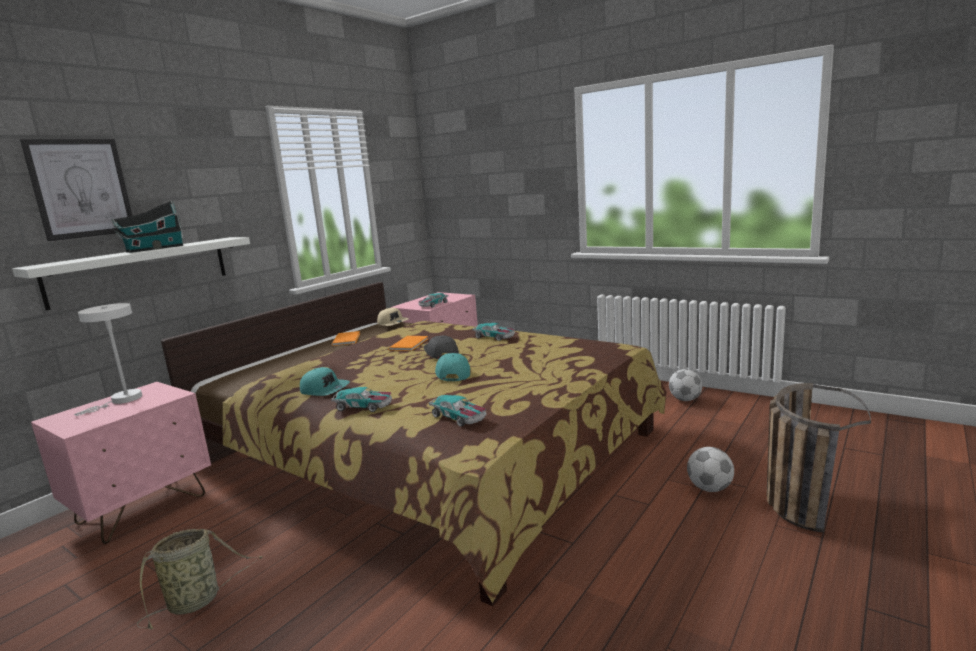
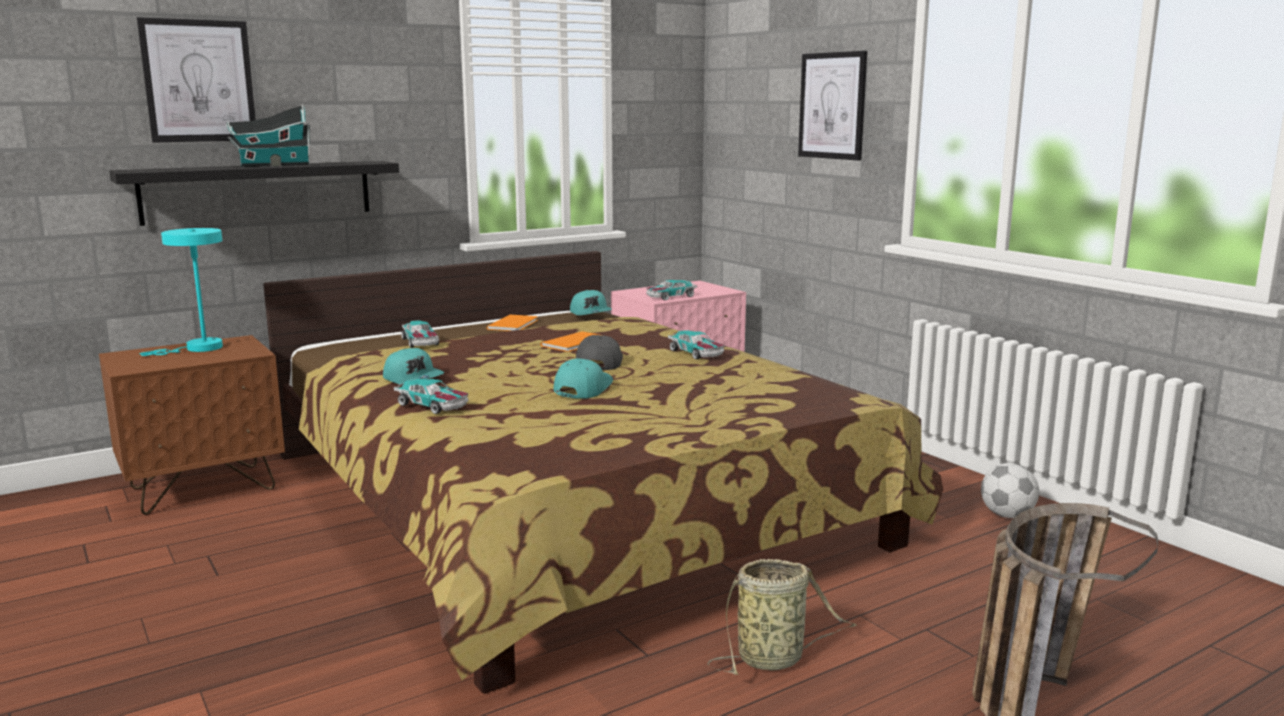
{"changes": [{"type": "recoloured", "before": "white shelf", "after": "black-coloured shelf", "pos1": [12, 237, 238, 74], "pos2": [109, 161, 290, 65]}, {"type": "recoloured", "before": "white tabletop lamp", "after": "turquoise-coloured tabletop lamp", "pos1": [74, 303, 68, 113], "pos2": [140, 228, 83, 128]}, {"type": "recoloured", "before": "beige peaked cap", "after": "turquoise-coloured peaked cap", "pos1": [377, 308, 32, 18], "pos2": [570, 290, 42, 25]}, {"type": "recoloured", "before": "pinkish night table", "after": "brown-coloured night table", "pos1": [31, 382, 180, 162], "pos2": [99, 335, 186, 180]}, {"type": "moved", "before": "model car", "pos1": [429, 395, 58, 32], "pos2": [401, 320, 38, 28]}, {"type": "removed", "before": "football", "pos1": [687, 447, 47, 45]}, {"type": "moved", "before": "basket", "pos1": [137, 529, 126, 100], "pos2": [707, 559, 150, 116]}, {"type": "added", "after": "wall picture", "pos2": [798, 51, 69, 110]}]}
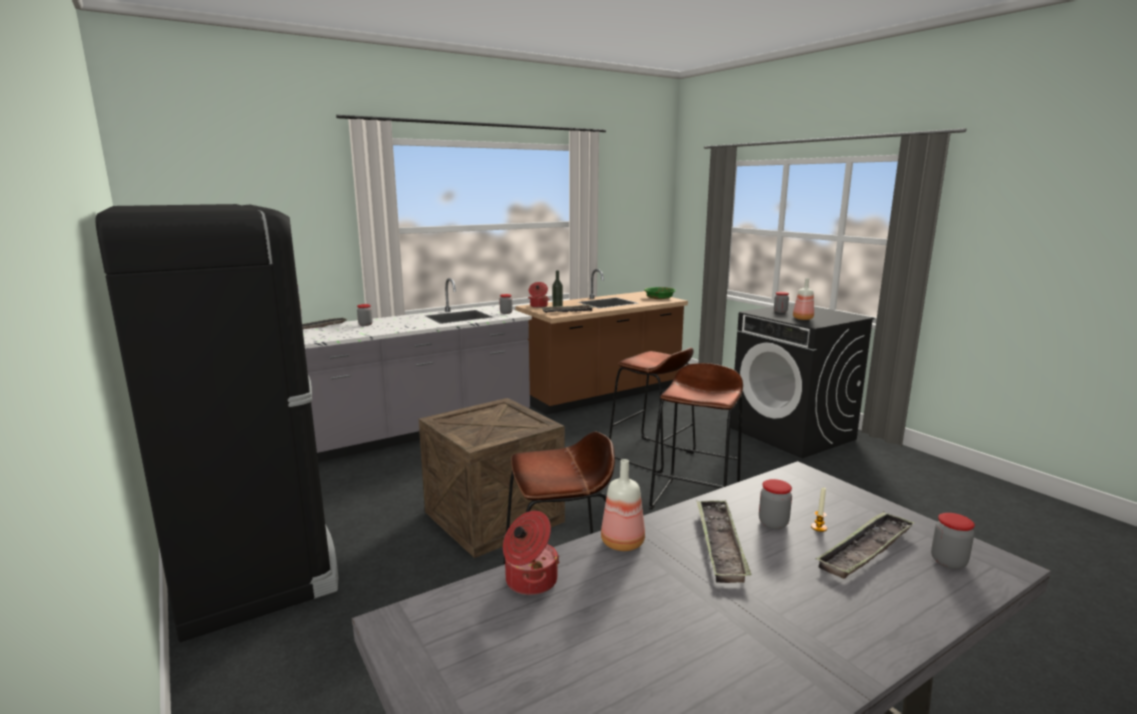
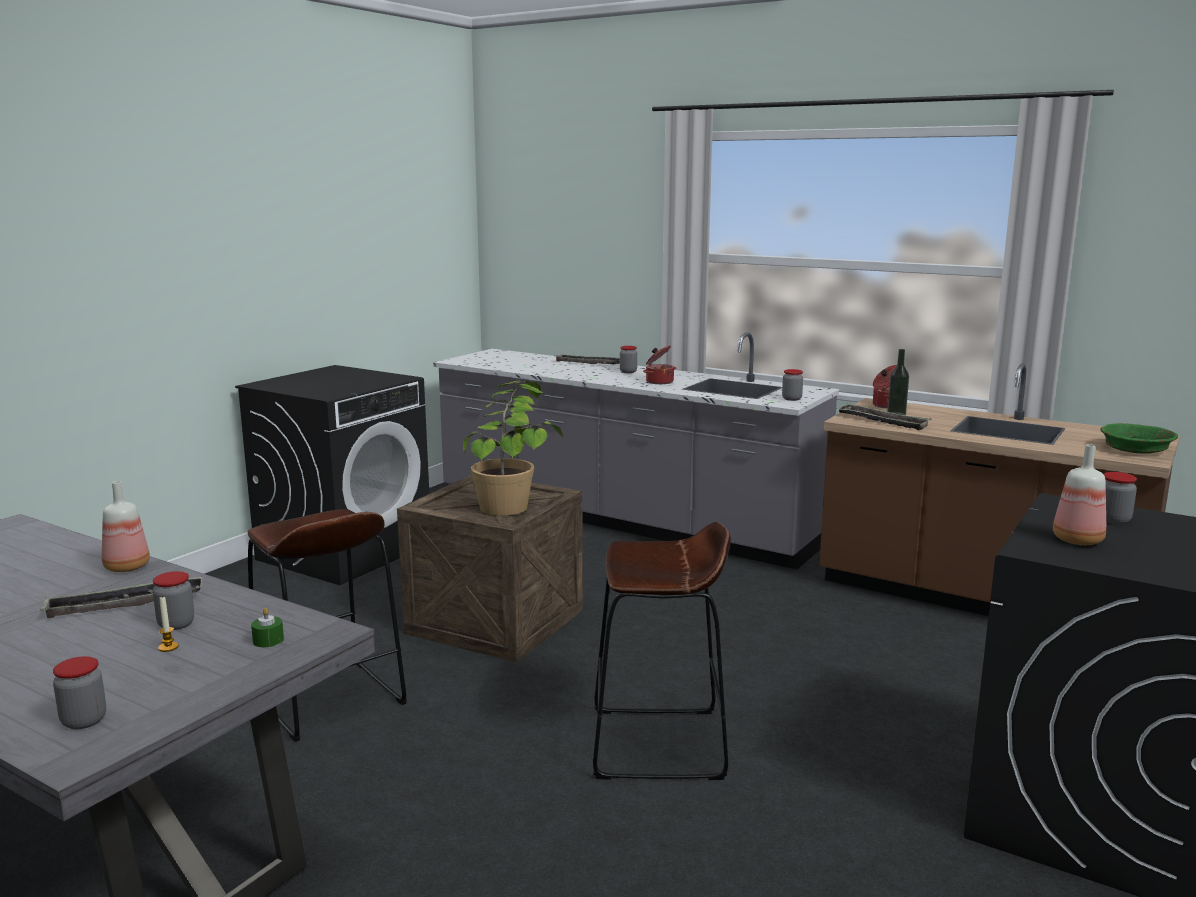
{"changes": [{"type": "replaced", "before": "black-coloured kitchen fridge", "after": "black-coloured laundry appliance", "pos1": [95, 204, 243, 438], "pos2": [235, 365, 194, 220]}, {"type": "removed", "before": "brown-coloured stool seat", "pos1": [609, 348, 87, 126]}, {"type": "moved", "before": "saucepot", "pos1": [503, 511, 56, 84], "pos2": [643, 345, 33, 39]}, {"type": "removed", "before": "tray", "pos1": [816, 511, 99, 68]}, {"type": "added", "after": "houseplant", "pos2": [463, 381, 100, 135]}, {"type": "added", "after": "green wax light", "pos2": [251, 608, 33, 39]}]}
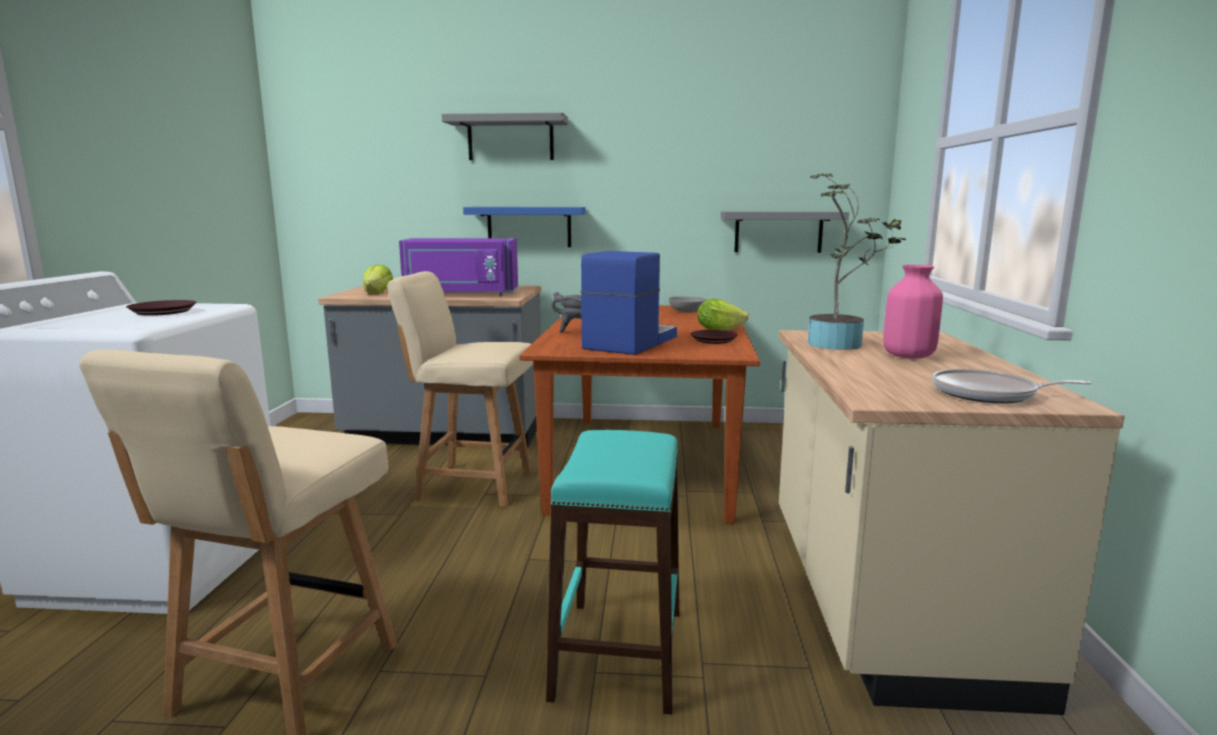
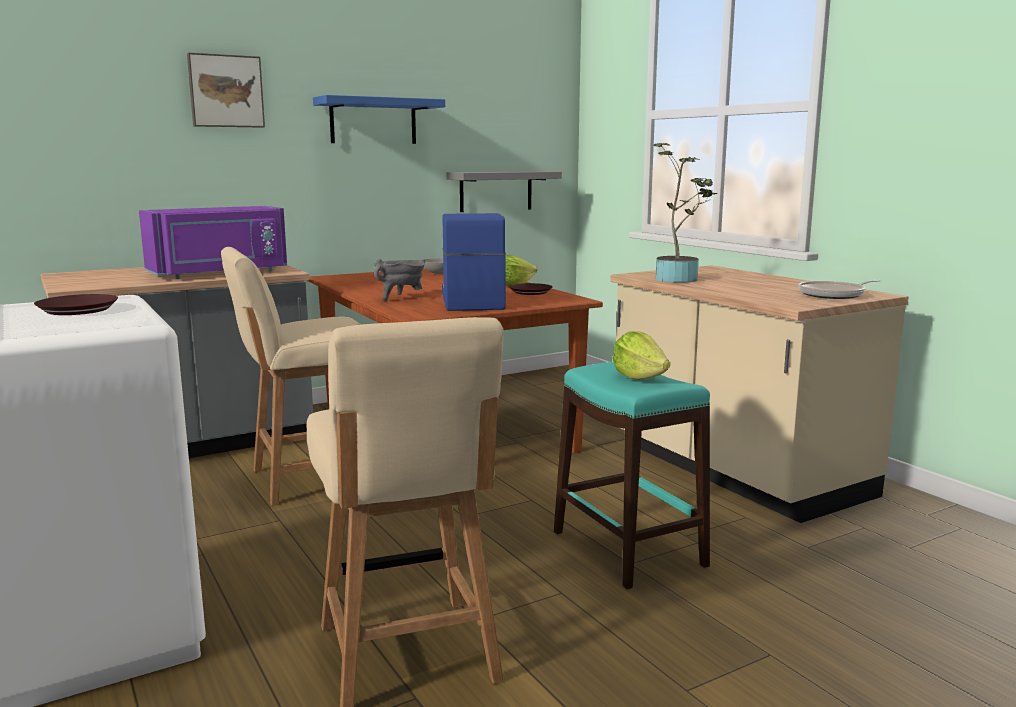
{"changes": [{"type": "replaced", "before": "gray shelf", "after": "wall picture", "pos1": [442, 113, 126, 47], "pos2": [187, 53, 78, 75]}, {"type": "moved", "before": "blue shelf", "pos1": [463, 207, 123, 40], "pos2": [313, 95, 132, 49]}, {"type": "moved", "before": "lettuce", "pos1": [363, 264, 30, 30], "pos2": [613, 332, 57, 48]}, {"type": "removed", "before": "pinkish vase", "pos1": [883, 265, 60, 94]}]}
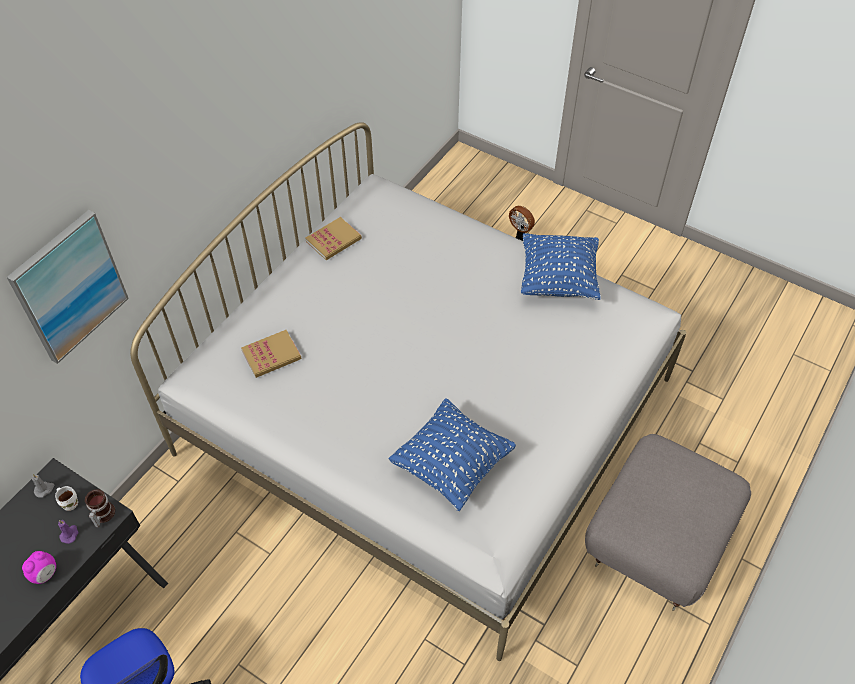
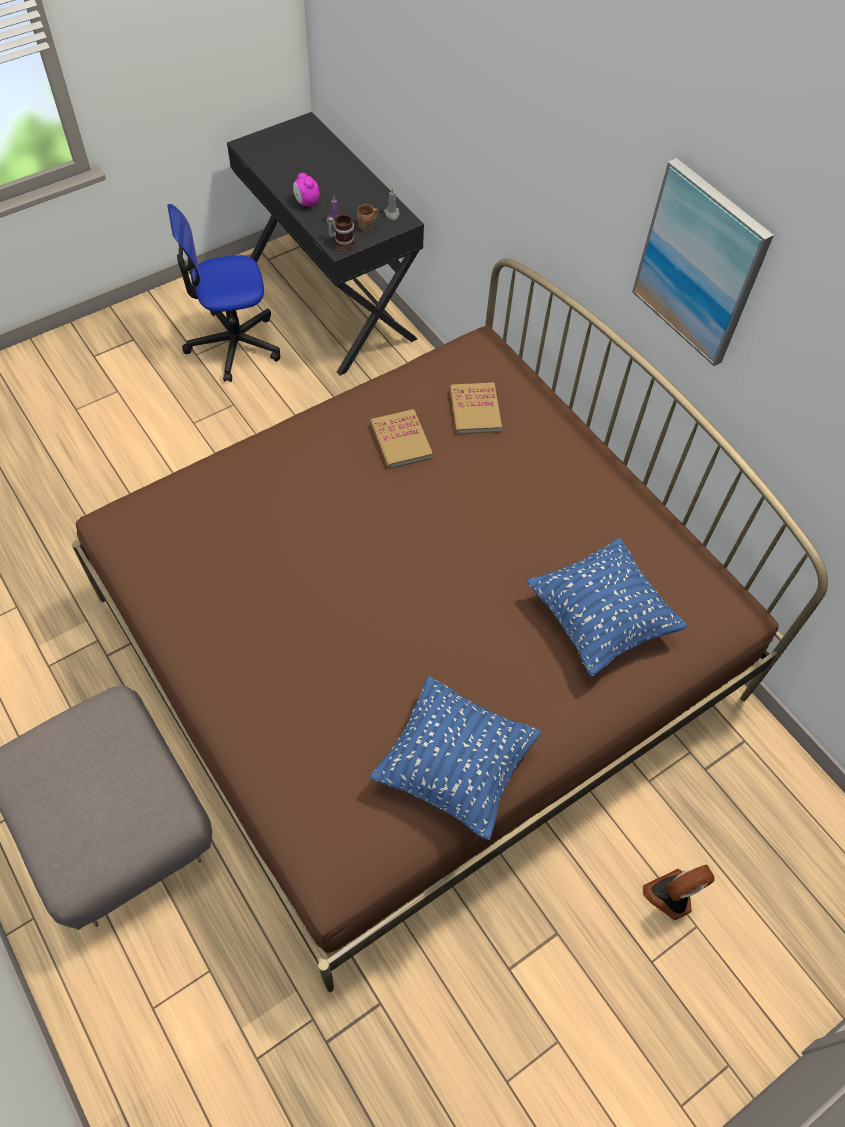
{"changes": [{"type": "recoloured", "before": "white bedroom bed", "after": "brown-coloured bedroom bed", "pos1": [130, 122, 556, 539], "pos2": [72, 259, 756, 733]}, {"type": "moved", "before": "wall picture", "pos1": [7, 210, 122, 154], "pos2": [632, 158, 142, 208]}, {"type": "moved", "before": "bound book", "pos1": [305, 217, 57, 43], "pos2": [371, 409, 62, 60]}, {"type": "moved", "before": "blue cushion", "pos1": [388, 398, 128, 113], "pos2": [527, 538, 160, 138]}, {"type": "recoloured", "before": "white mug", "after": "brown-coloured mug", "pos1": [55, 486, 23, 25], "pos2": [357, 204, 21, 27]}]}
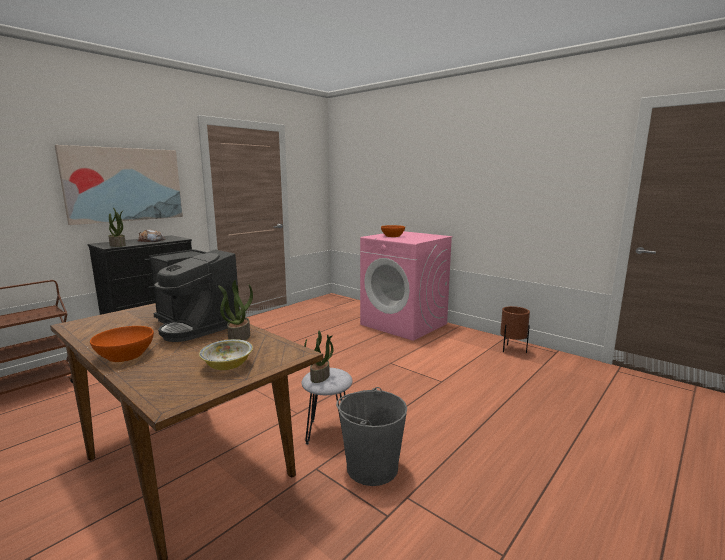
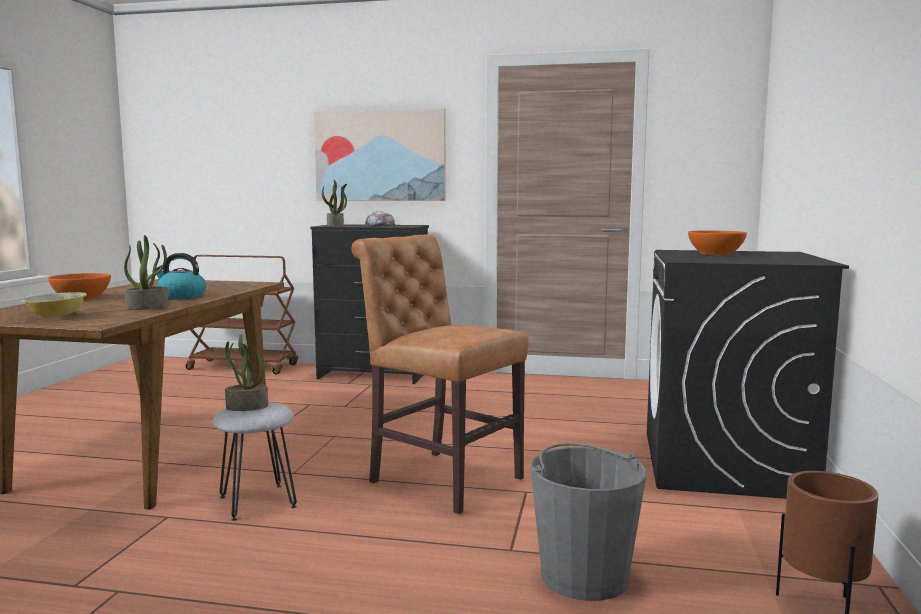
{"changes": [{"type": "recoloured", "before": "pinkish laundry appliance", "after": "black-coloured laundry appliance", "pos1": [360, 231, 93, 110], "pos2": [647, 250, 202, 249]}, {"type": "replaced", "before": "coffee maker", "after": "kettle", "pos1": [149, 249, 93, 93], "pos2": [156, 253, 50, 46]}, {"type": "moved", "before": "gray bucket", "pos1": [336, 387, 71, 99], "pos2": [530, 443, 117, 158]}, {"type": "added", "after": "brown-coloured plain chair", "pos2": [352, 235, 176, 279]}]}
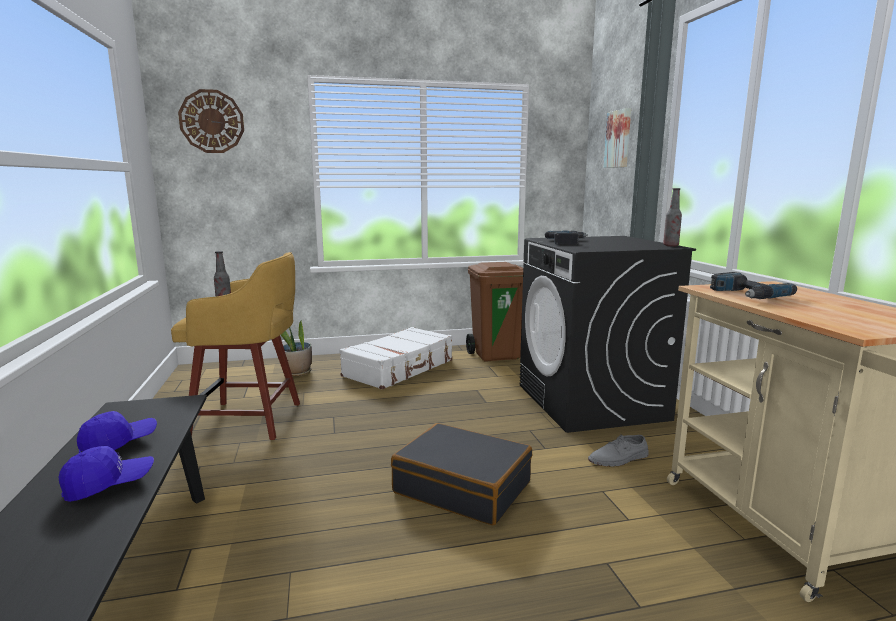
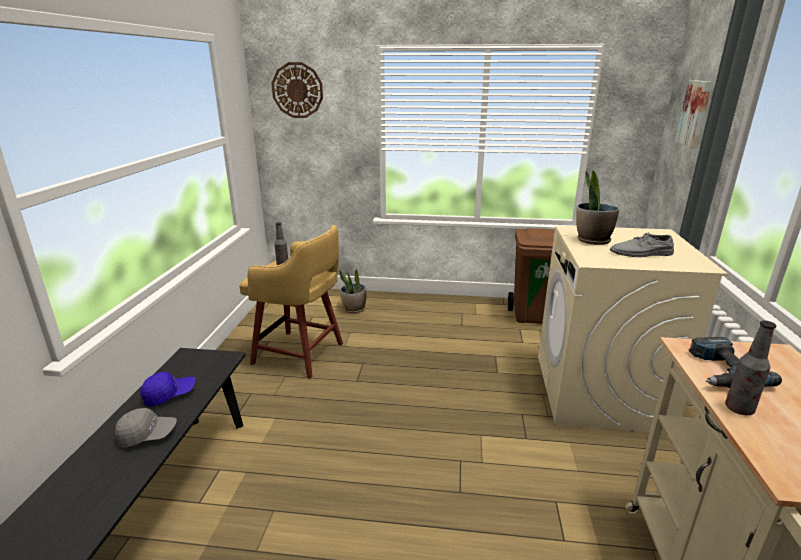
{"changes": [{"type": "moved", "before": "beverage bottle", "pos1": [663, 188, 19, 58], "pos2": [725, 321, 51, 94]}, {"type": "replaced", "before": "electric drill", "after": "houseplant", "pos1": [545, 230, 43, 15], "pos2": [576, 170, 43, 75]}, {"type": "recoloured", "before": "black-coloured laundry appliance", "after": "beige laundry appliance", "pos1": [520, 236, 176, 197], "pos2": [538, 225, 190, 208]}, {"type": "removed", "before": "white suitcase", "pos1": [339, 327, 113, 63]}, {"type": "removed", "before": "black-coloured suitcase", "pos1": [391, 423, 141, 103]}, {"type": "moved", "before": "gray low shoe", "pos1": [588, 434, 61, 32], "pos2": [610, 232, 64, 25]}, {"type": "recoloured", "before": "blue peaked cap", "after": "gray peaked cap", "pos1": [58, 446, 96, 56], "pos2": [115, 408, 62, 40]}]}
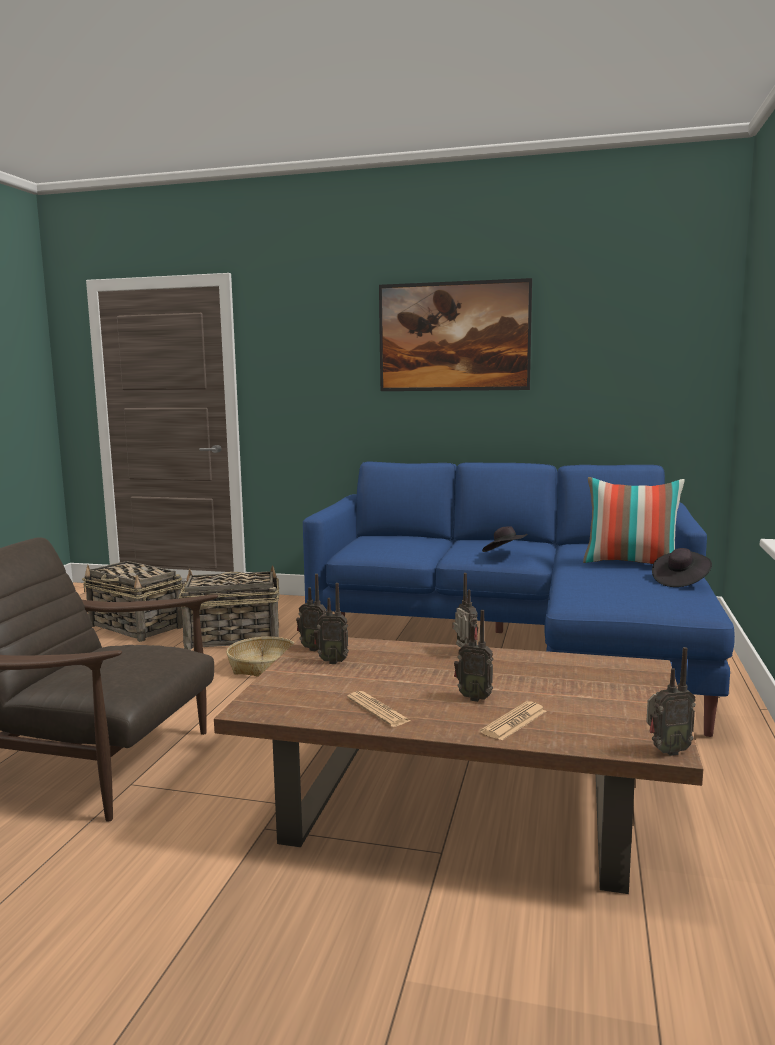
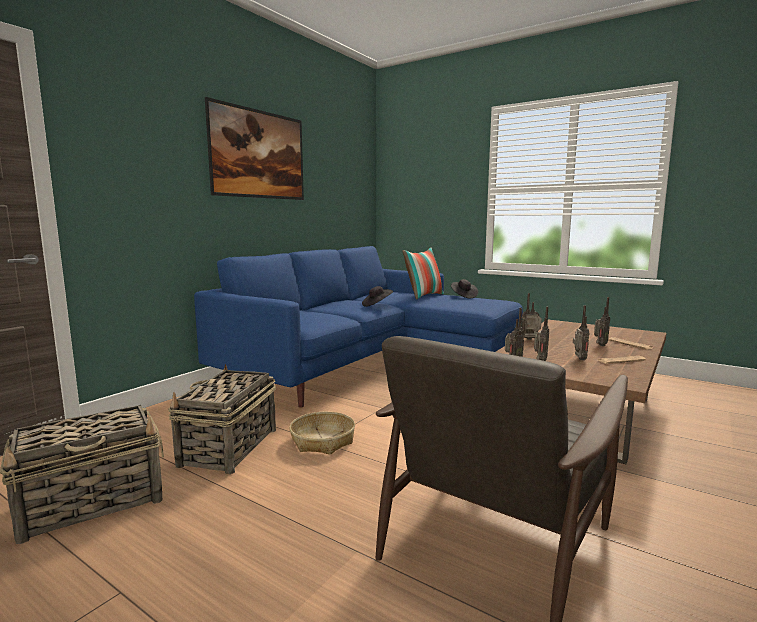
{"changes": [{"type": "moved", "before": "radio set", "pos1": [646, 647, 50, 109], "pos2": [573, 305, 16, 55]}]}
